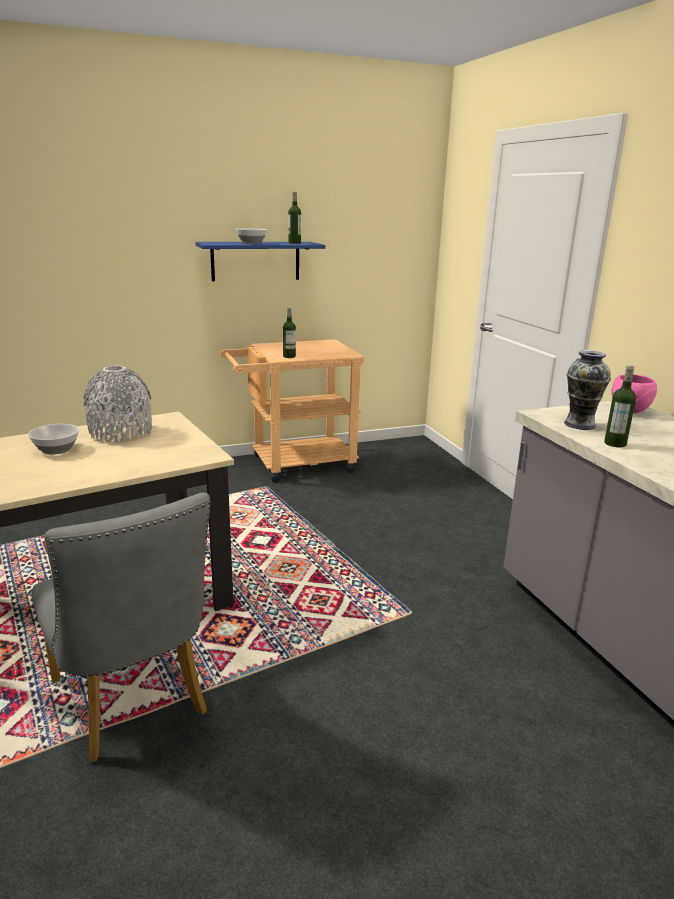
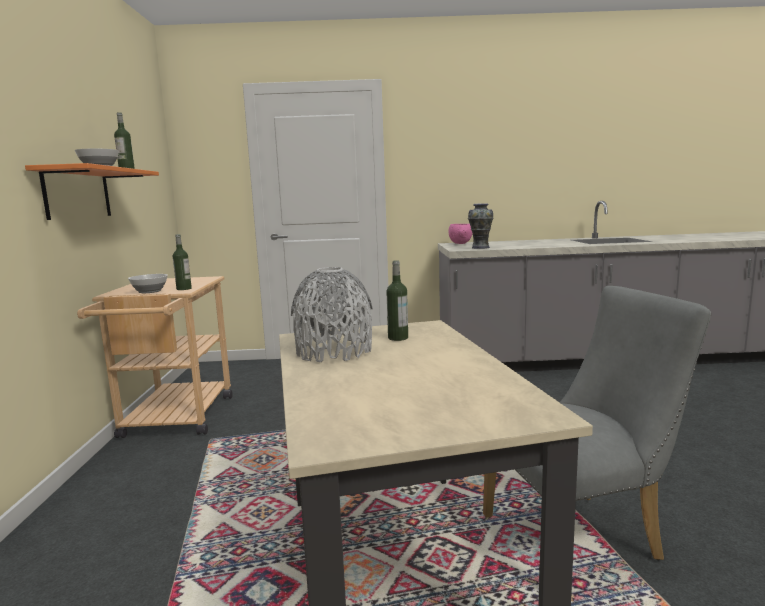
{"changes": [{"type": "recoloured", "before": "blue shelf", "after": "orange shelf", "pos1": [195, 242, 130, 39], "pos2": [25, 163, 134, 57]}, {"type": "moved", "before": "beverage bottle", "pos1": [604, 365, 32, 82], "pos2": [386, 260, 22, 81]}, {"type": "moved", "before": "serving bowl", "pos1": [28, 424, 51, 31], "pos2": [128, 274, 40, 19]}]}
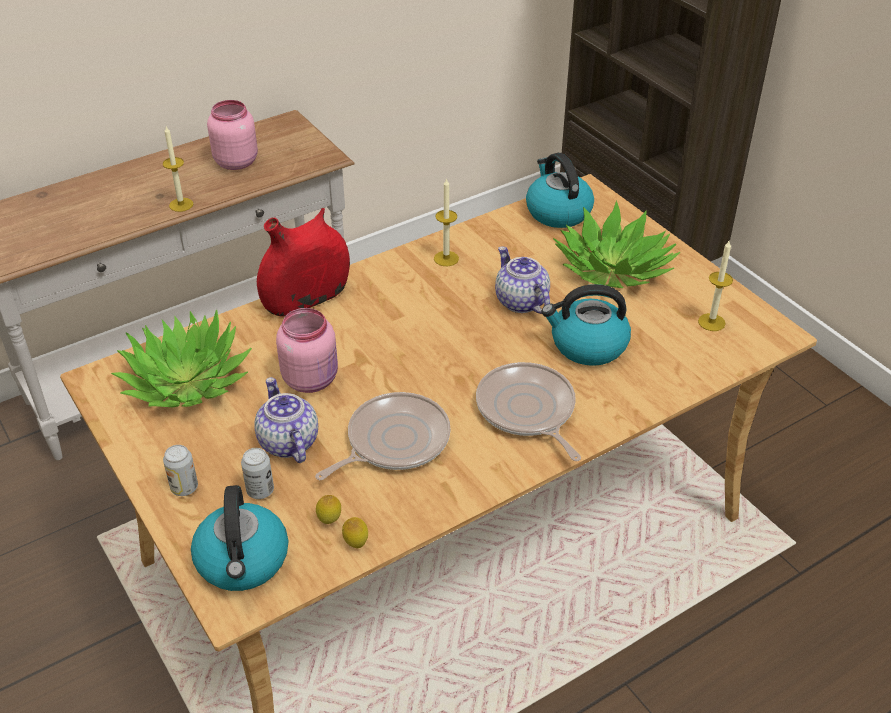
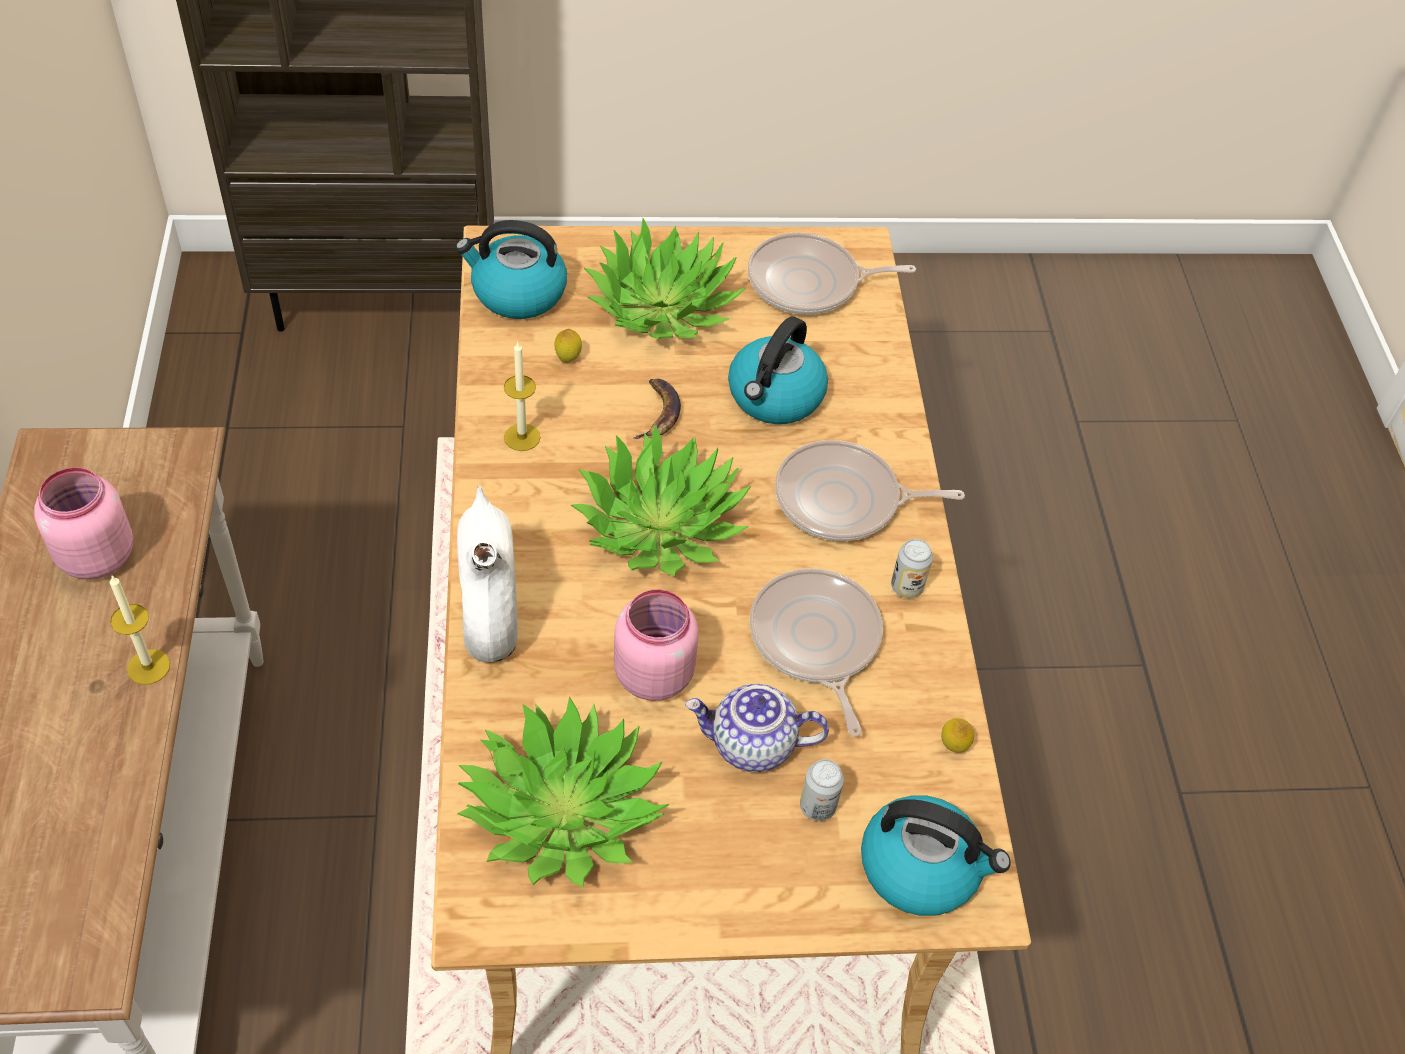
{"changes": [{"type": "recoloured", "before": "red vase", "after": "white vase", "pos1": [257, 208, 93, 109], "pos2": [457, 486, 61, 177]}, {"type": "replaced", "before": "wax light", "after": "pan", "pos1": [698, 241, 35, 90], "pos2": [748, 232, 168, 83]}, {"type": "replaced", "before": "tea pot", "after": "banana", "pos1": [495, 246, 55, 68], "pos2": [634, 379, 47, 60]}, {"type": "moved", "before": "metal can", "pos1": [163, 445, 35, 51], "pos2": [891, 539, 42, 59]}, {"type": "moved", "before": "citrus fruit", "pos1": [316, 495, 25, 29], "pos2": [554, 328, 28, 35]}, {"type": "added", "after": "houseplant", "pos2": [570, 424, 181, 152]}]}
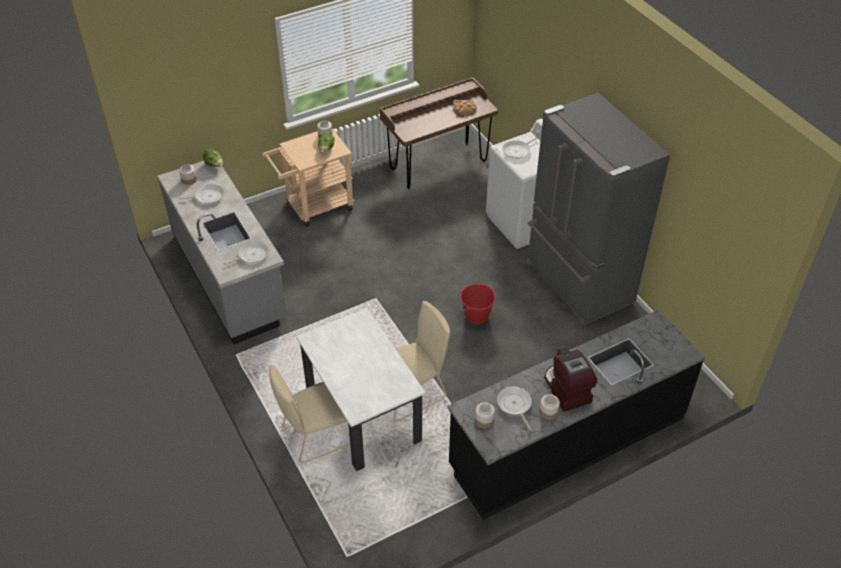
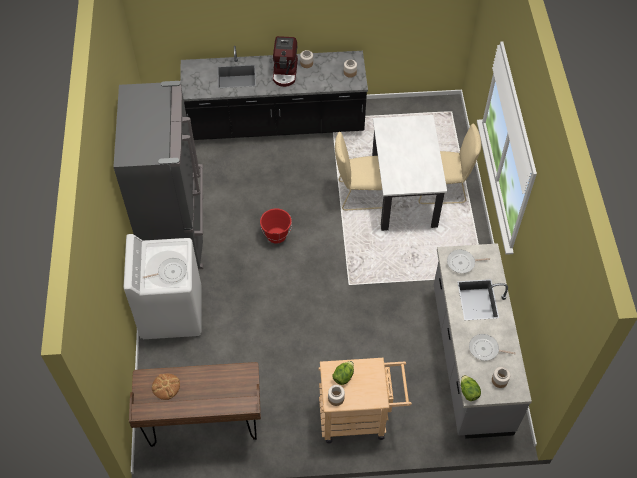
{"changes": [{"type": "removed", "before": "pan", "pos1": [497, 386, 35, 44]}]}
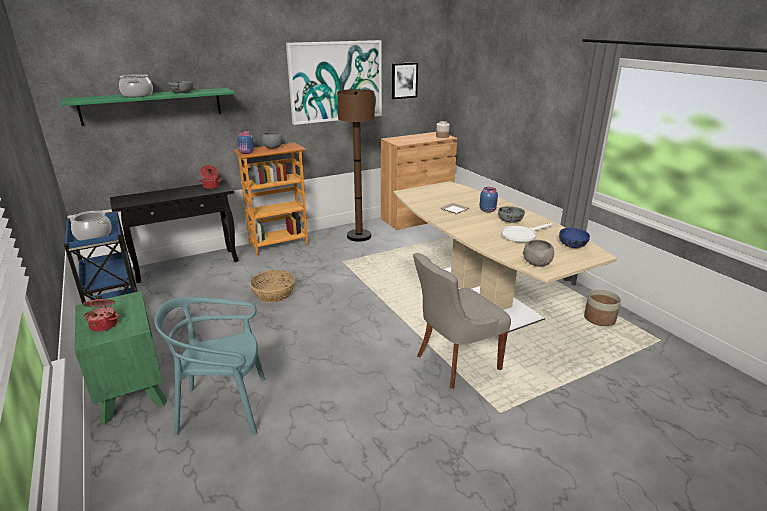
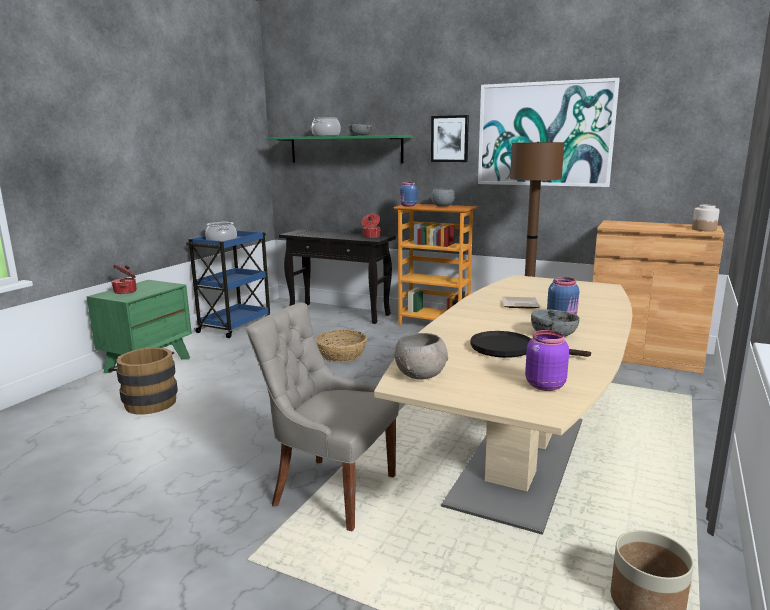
{"changes": [{"type": "moved", "before": "wall picture", "pos1": [392, 62, 26, 37], "pos2": [431, 115, 38, 47]}, {"type": "recoloured", "before": "white pan", "after": "black-coloured pan", "pos1": [501, 223, 51, 20], "pos2": [470, 331, 121, 27]}, {"type": "replaced", "before": "blue serving bowl", "after": "purple preserve jar", "pos1": [559, 228, 31, 20], "pos2": [525, 330, 44, 61]}, {"type": "replaced", "before": "turquoise-coloured plain chair", "after": "brown-coloured bucket", "pos1": [154, 297, 111, 138], "pos2": [108, 347, 70, 68]}]}
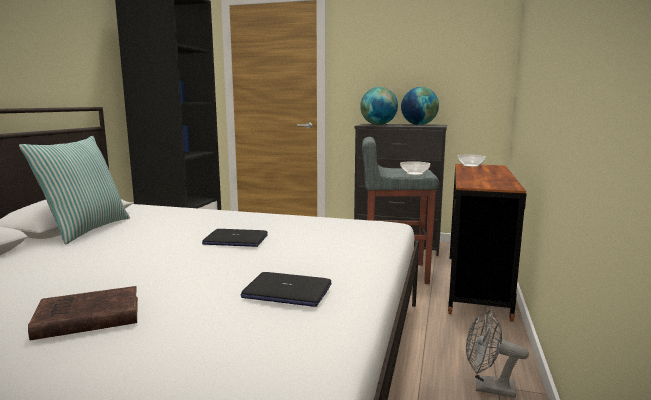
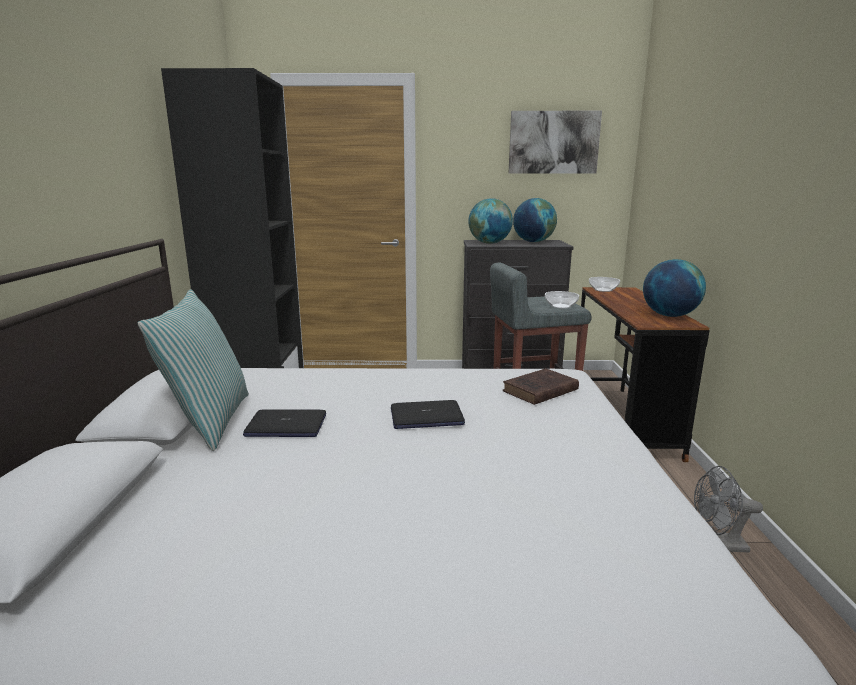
{"changes": [{"type": "moved", "before": "notebook computer", "pos1": [241, 272, 91, 35], "pos2": [243, 409, 83, 28]}, {"type": "moved", "before": "brown-coloured bound book", "pos1": [28, 286, 110, 54], "pos2": [502, 368, 77, 37]}, {"type": "added", "after": "wall picture", "pos2": [509, 111, 93, 63]}, {"type": "added", "after": "globe", "pos2": [643, 259, 63, 58]}]}
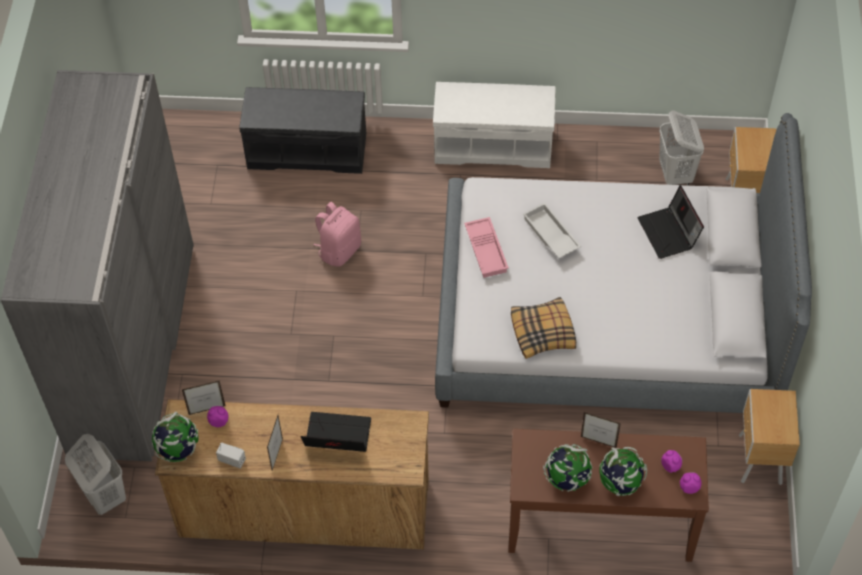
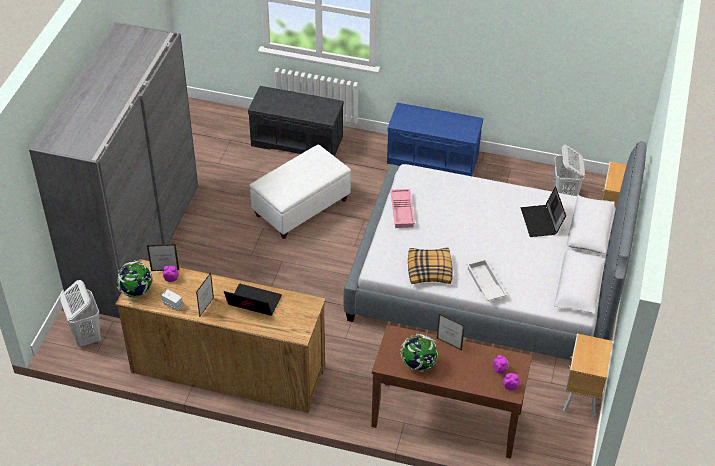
{"changes": [{"type": "recoloured", "before": "white long seat", "after": "blue long seat", "pos1": [433, 82, 122, 86], "pos2": [387, 103, 96, 73]}, {"type": "replaced", "before": "pinkish backpack", "after": "white footrest", "pos1": [314, 202, 47, 65], "pos2": [249, 144, 102, 95]}, {"type": "moved", "before": "white tray", "pos1": [523, 202, 58, 56], "pos2": [467, 259, 40, 42]}, {"type": "removed", "before": "globe", "pos1": [599, 447, 48, 49]}]}
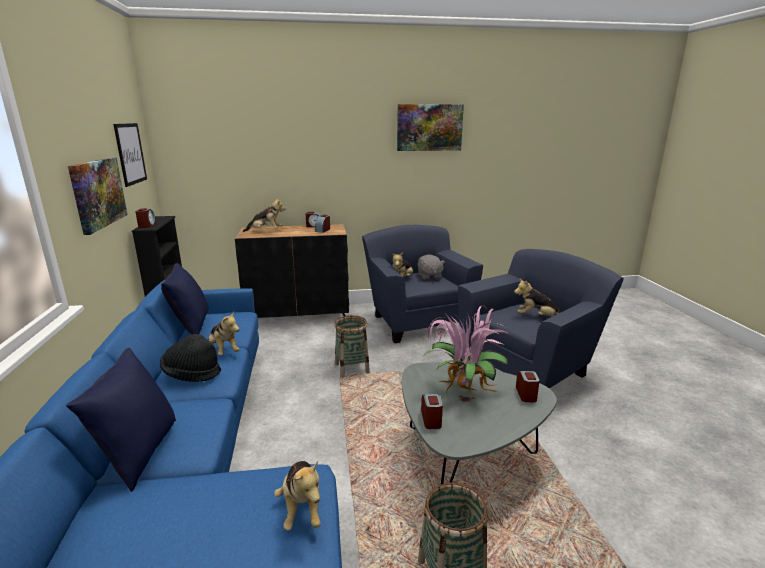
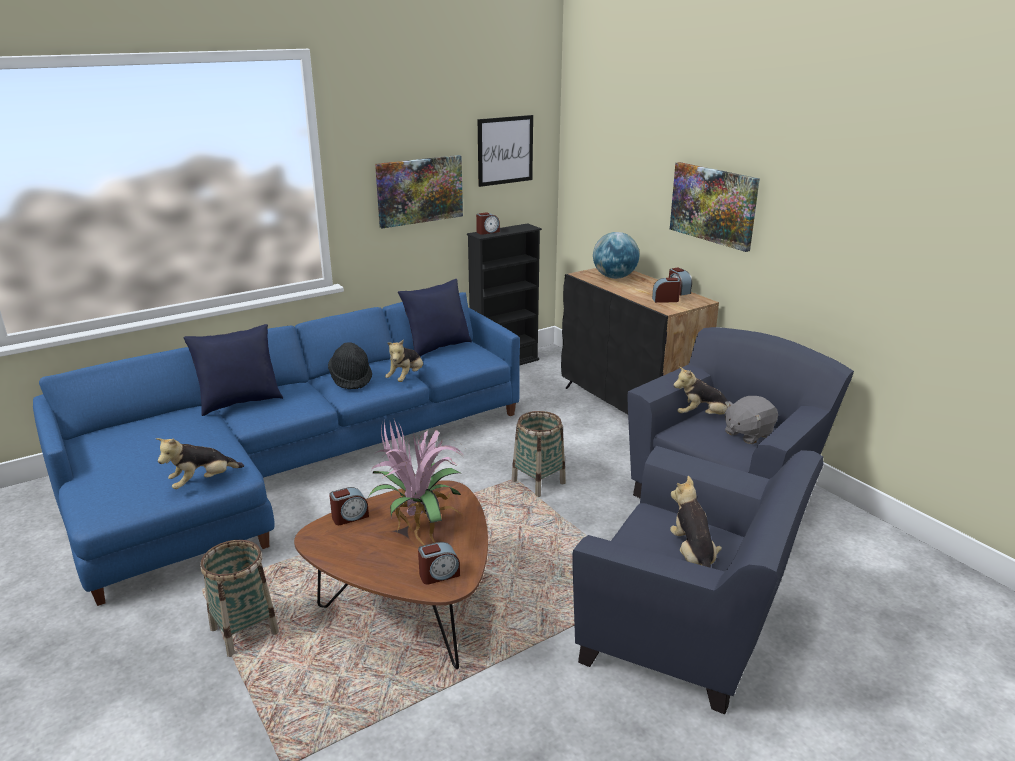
{"changes": [{"type": "moved", "before": "wall picture", "pos1": [397, 104, 67, 47], "pos2": [670, 162, 90, 90]}, {"type": "replaced", "before": "soft toy", "after": "globe", "pos1": [243, 198, 43, 34], "pos2": [593, 232, 46, 47]}, {"type": "recoloured", "before": "gray coffee table", "after": "brown-coloured coffee table", "pos1": [402, 362, 155, 122], "pos2": [294, 480, 194, 189]}]}
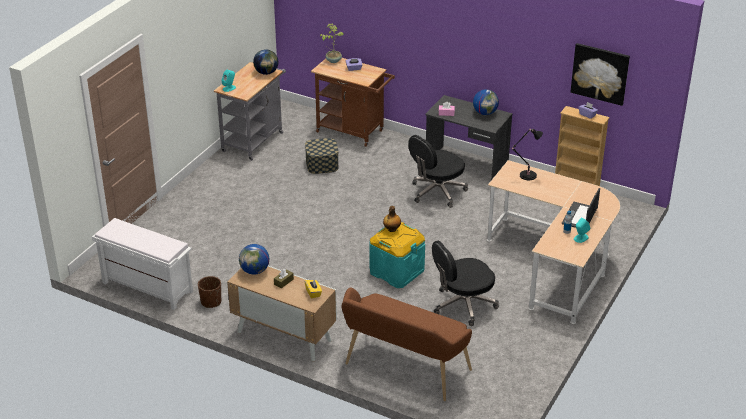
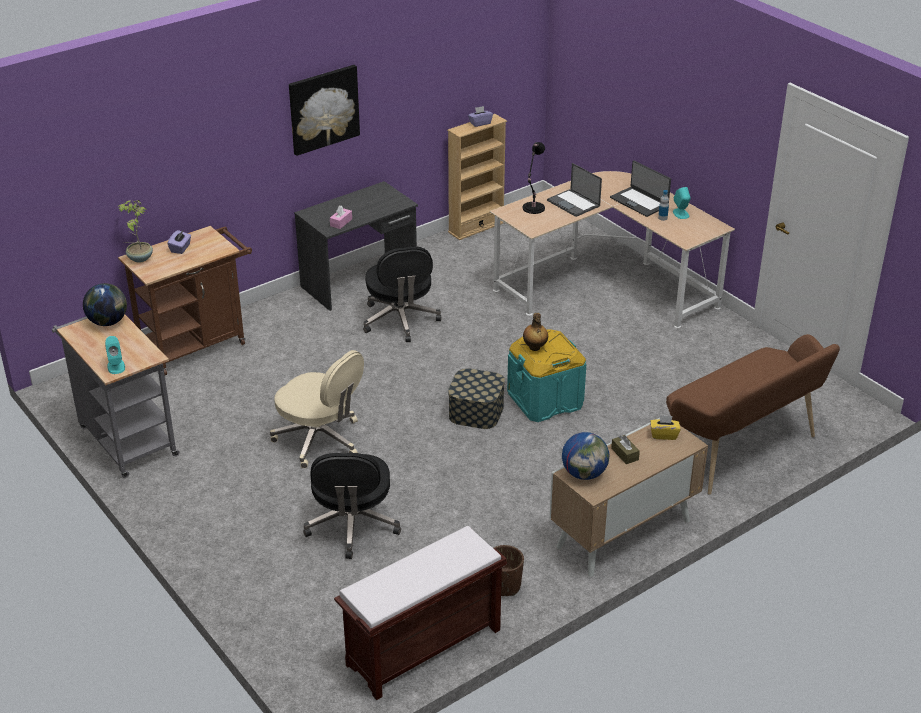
{"changes": [{"type": "moved", "before": "wall picture", "pos1": [570, 43, 60, 63], "pos2": [289, 65, 71, 91]}, {"type": "removed", "before": "globe", "pos1": [473, 89, 26, 26]}, {"type": "moved", "before": "storage container", "pos1": [305, 138, 34, 36], "pos2": [448, 368, 57, 61]}, {"type": "recoloured", "before": "white long seat", "after": "brown-coloured long seat", "pos1": [92, 218, 101, 92], "pos2": [334, 526, 173, 174]}, {"type": "moved", "before": "black-coloured office chair", "pos1": [432, 241, 67, 85], "pos2": [303, 453, 98, 106]}, {"type": "added", "after": "notebook computer", "pos2": [547, 163, 55, 54]}, {"type": "added", "after": "beige office chair", "pos2": [270, 350, 94, 118]}]}
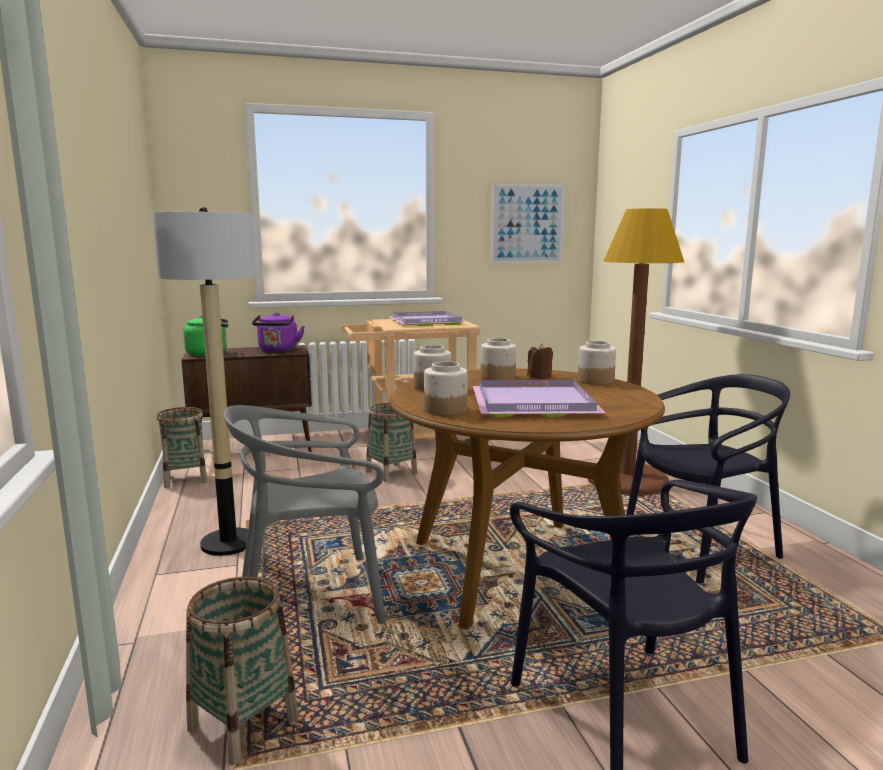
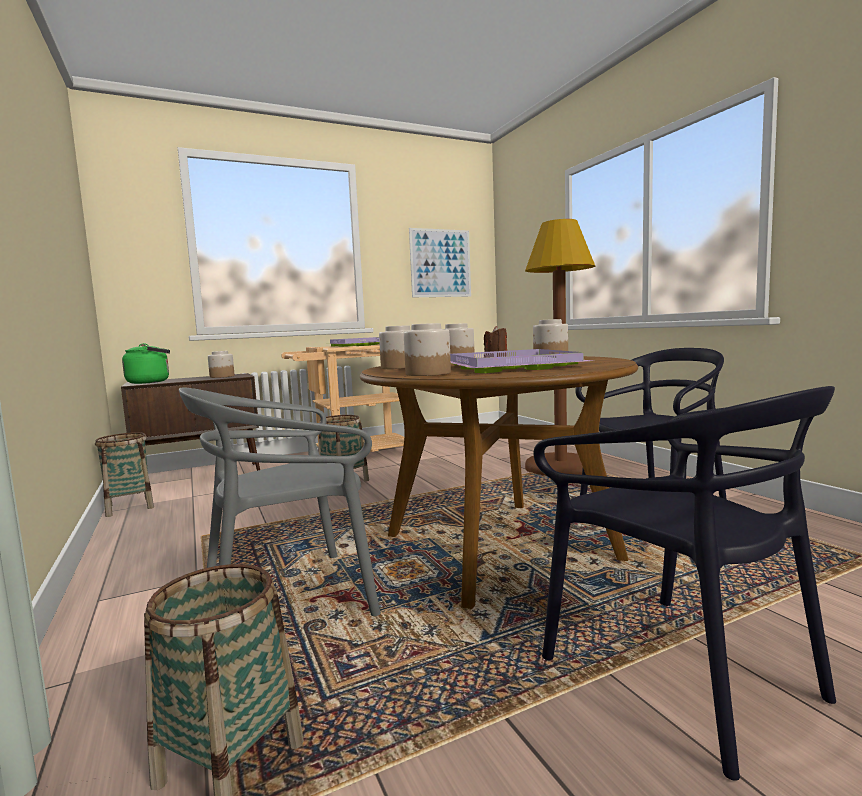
{"changes": [{"type": "removed", "before": "standing lamp", "pos1": [153, 207, 103, 349]}, {"type": "replaced", "before": "purple kettle", "after": "preserve jar", "pos1": [252, 312, 53, 40], "pos2": [208, 351, 27, 27]}]}
